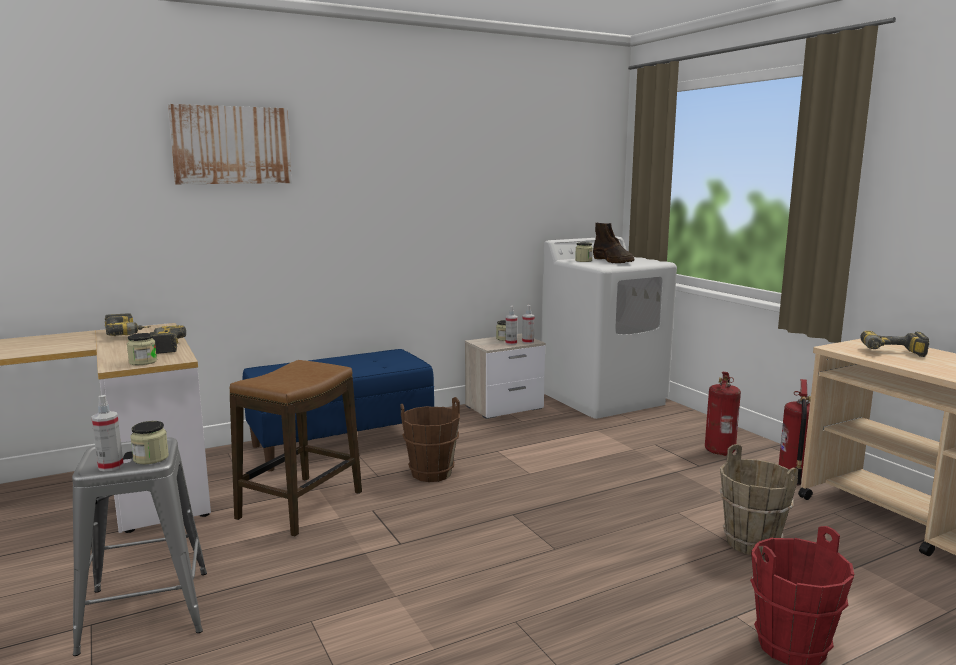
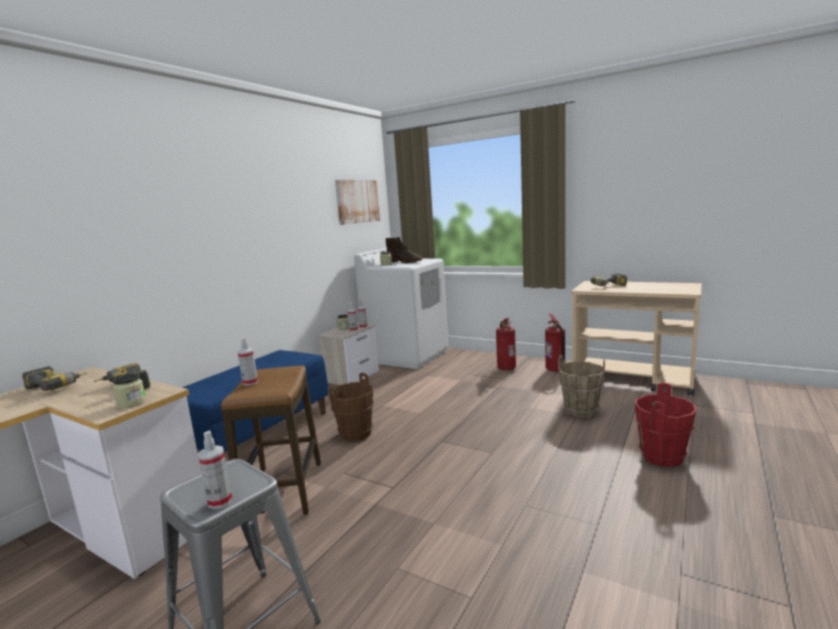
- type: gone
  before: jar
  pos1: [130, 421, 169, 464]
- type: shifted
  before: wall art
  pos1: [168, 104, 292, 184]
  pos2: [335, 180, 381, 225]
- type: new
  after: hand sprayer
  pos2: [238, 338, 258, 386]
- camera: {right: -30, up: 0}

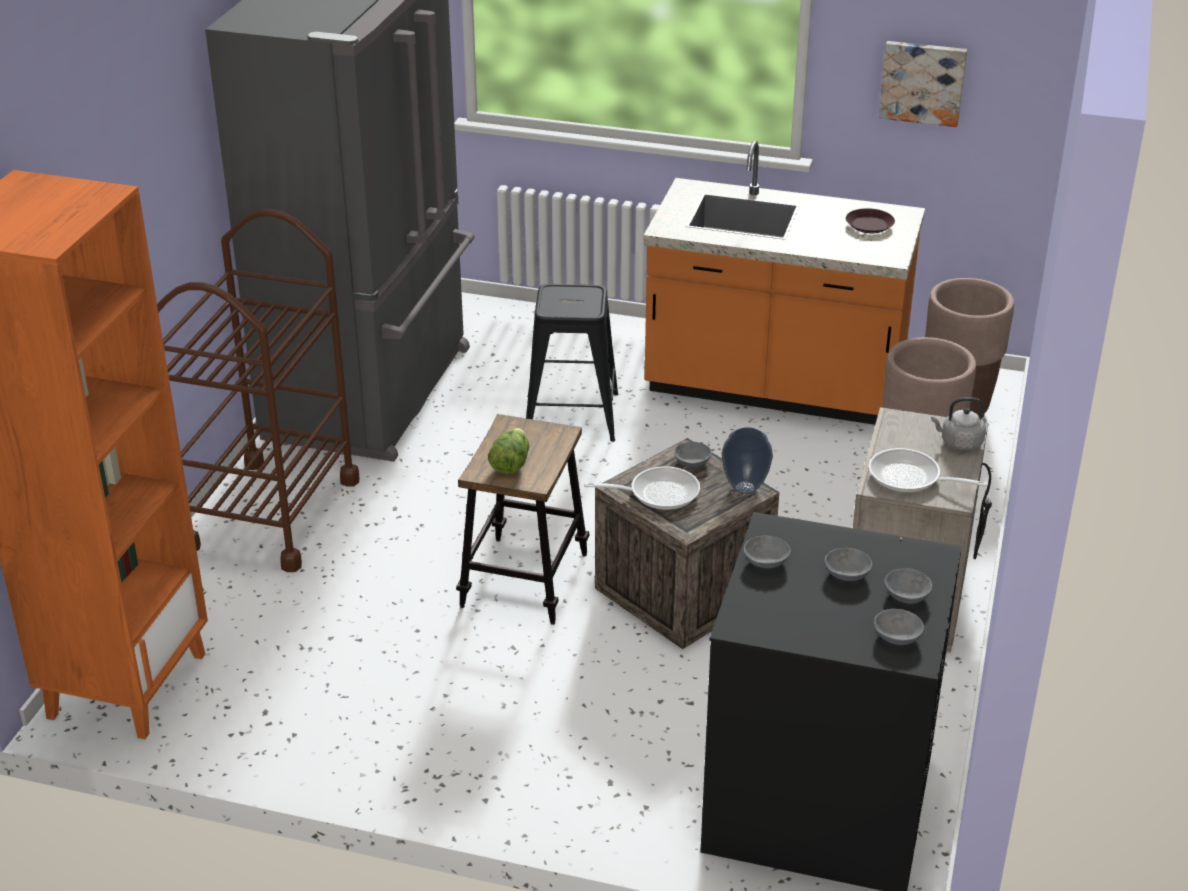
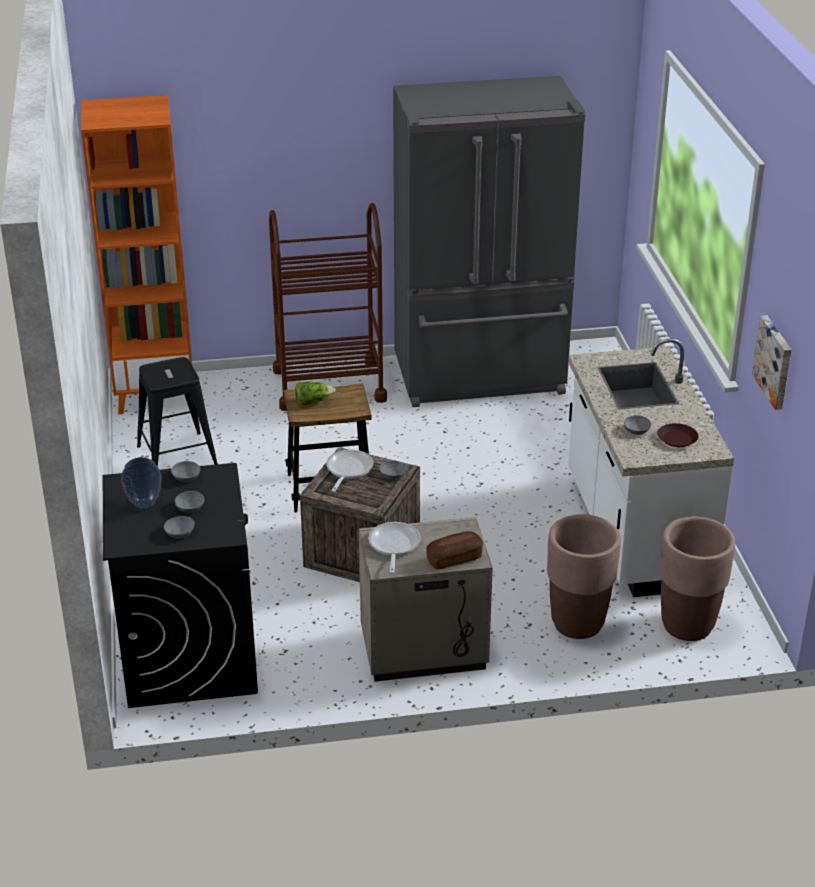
- type: shifted
  before: sitting stool (blackish)
  pos1: [526, 284, 618, 442]
  pos2: [137, 357, 218, 466]
- type: rotated
  before: frying pan
  pos1: [584, 466, 700, 510]
  pos2: [326, 450, 374, 492]
  turn: -135
- type: repainted
  before: kitchen base unit (orange)
  after: kitchen base unit (whitish)
  pos1: [643, 140, 925, 425]
  pos2: [568, 338, 734, 597]
- type: shifted
  before: flower vase
  pos1: [722, 428, 773, 494]
  pos2: [121, 457, 162, 509]
- type: shifted
  before: bowl (grey)
  pos1: [874, 609, 924, 645]
  pos2: [624, 415, 651, 435]
- type: swapped
  before: kettle (grey)
  after: bakery bread
  pos1: [931, 398, 986, 450]
  pos2: [426, 531, 483, 569]
- camera: {right: 65, up: 0}

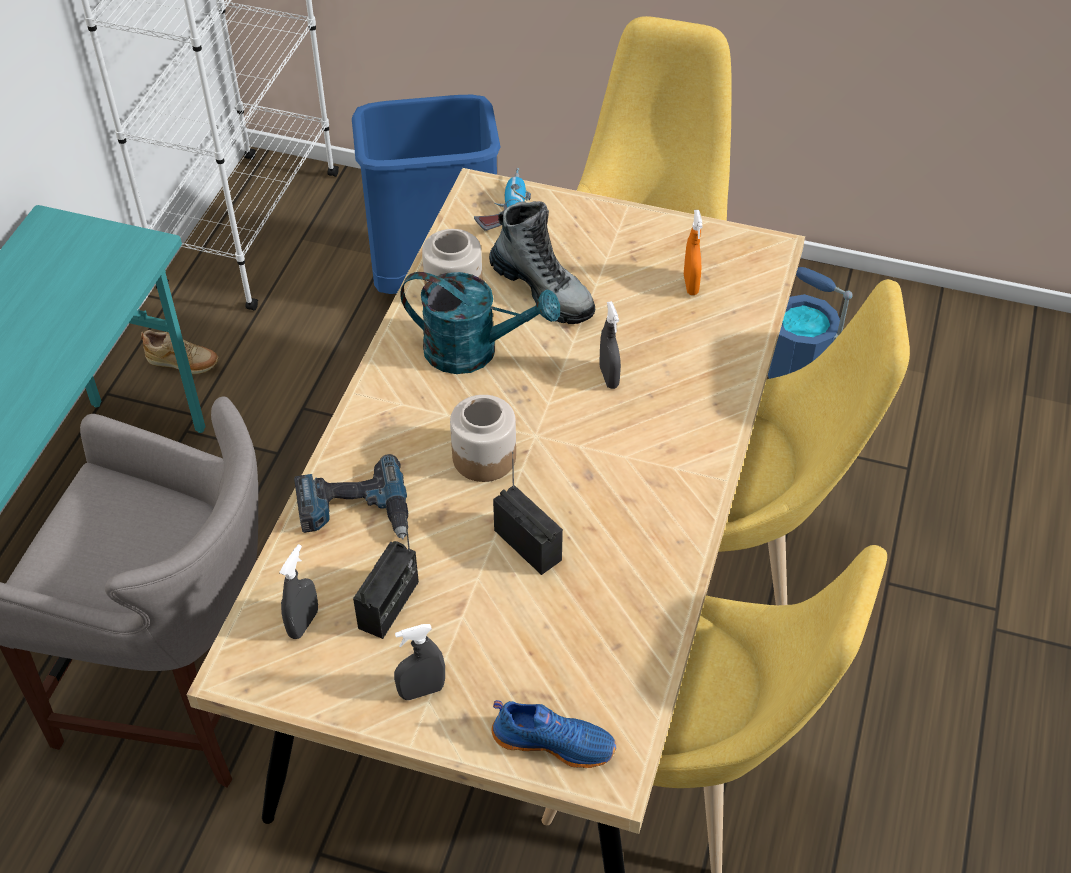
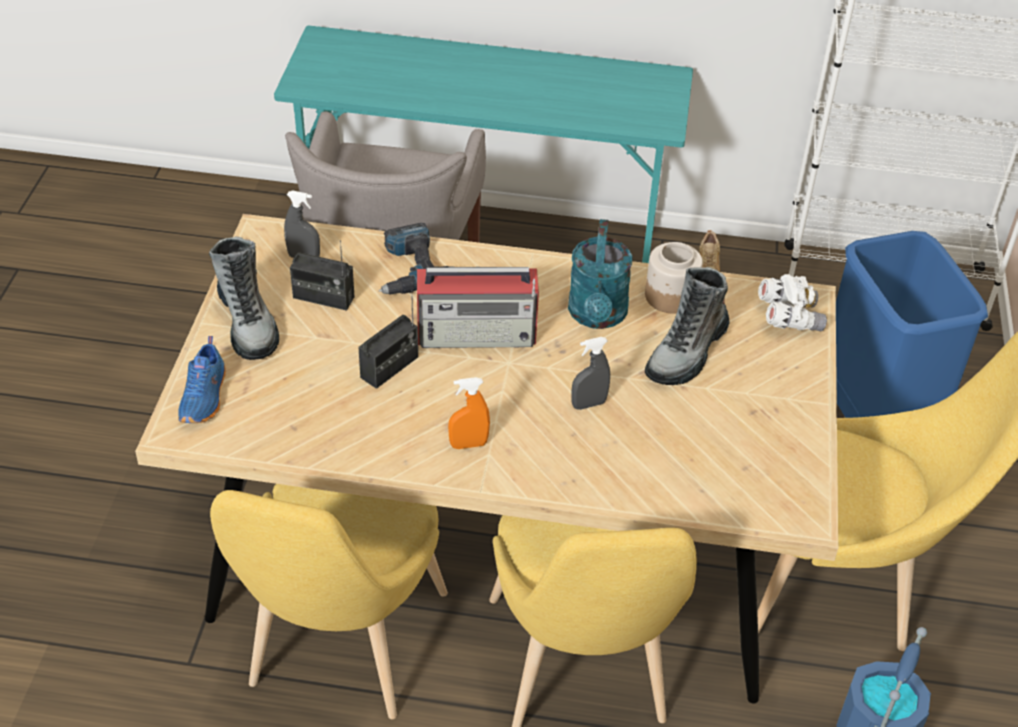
- type: swapped
  before: hand sprayer (grey)
  after: tall boot
  pos1: [394, 624, 445, 700]
  pos2: [209, 237, 279, 360]
- type: swapped
  before: jar
  after: radio receiver
  pos1: [450, 395, 516, 482]
  pos2: [417, 267, 539, 348]
- type: swapped
  before: electric drill
  after: field glasses (whitish)
  pos1: [474, 168, 531, 231]
  pos2: [758, 274, 827, 331]
- type: shifted
  before: hand sprayer (orange)
  pos1: [684, 210, 703, 295]
  pos2: [448, 377, 490, 449]
- camera: {right: 80, up: -5}

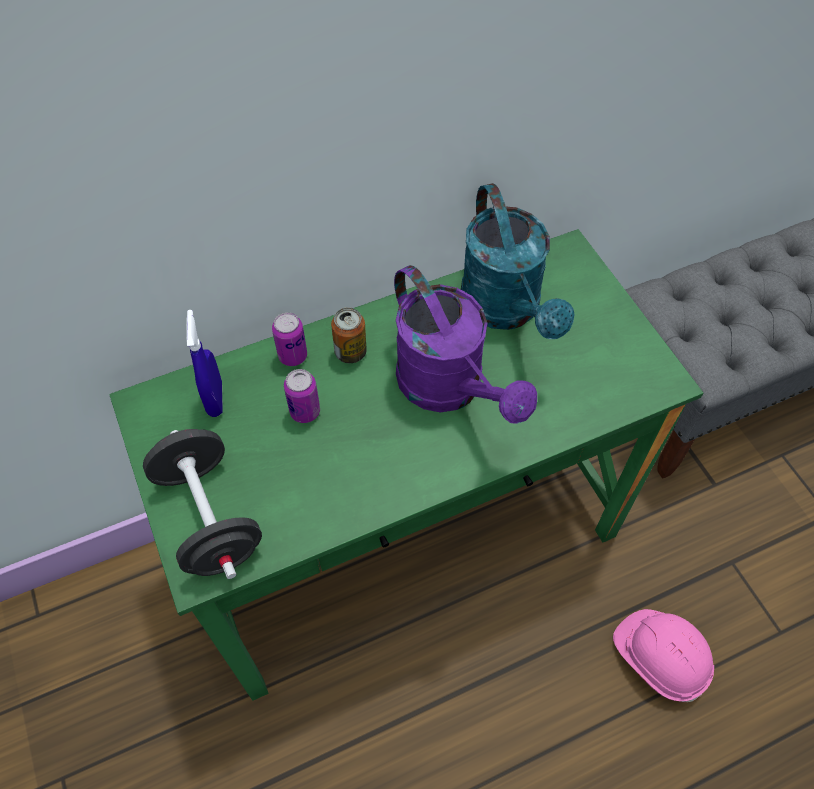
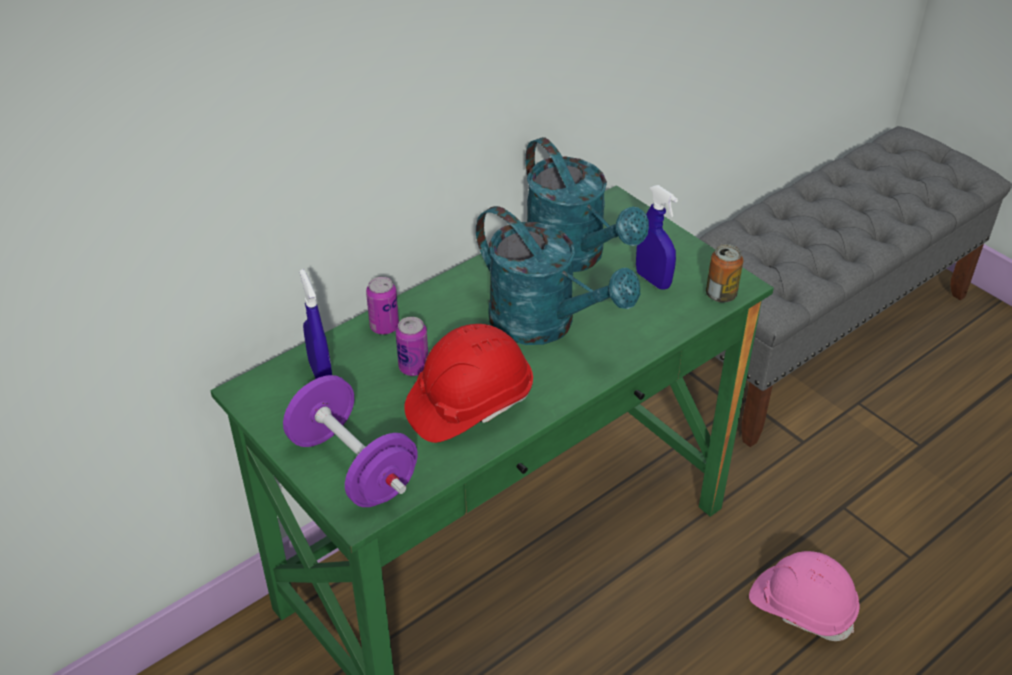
- type: repainted
  before: dumbbell (blackish)
  after: dumbbell (purple-coloured)
  pos1: [143, 429, 262, 579]
  pos2: [283, 375, 418, 507]
- type: shifted
  before: sealed can
  pos1: [331, 307, 367, 363]
  pos2: [706, 244, 743, 302]
- type: repainted
  before: watering pot (purple-coloured)
  after: watering pot (turquoise)
  pos1: [394, 265, 537, 424]
  pos2: [476, 206, 640, 345]
- type: new
  after: hard hat (red)
  pos2: [404, 324, 533, 443]
- type: new
  after: hand sprayer (blue)
  pos2: [636, 185, 678, 290]
- camera: {right: -15, up: -15}

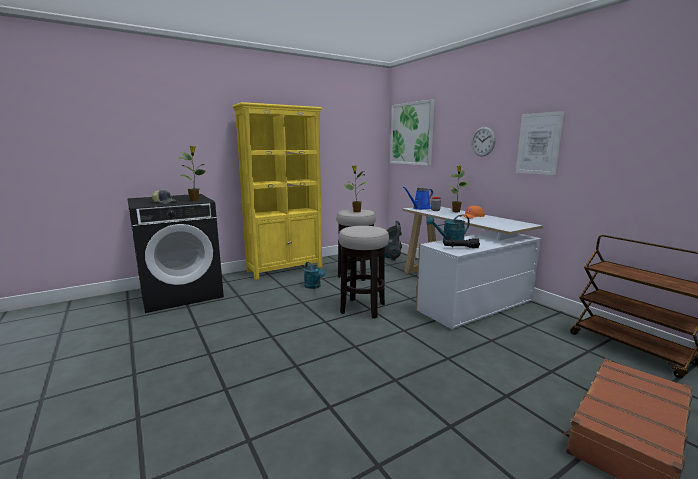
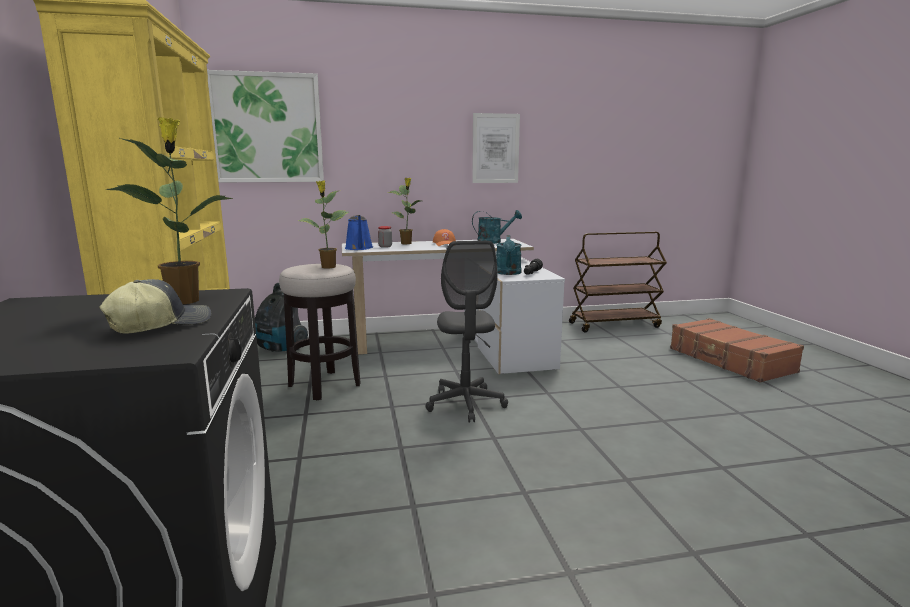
- type: shifted
  before: watering pot (turquoise)
  pos1: [304, 262, 326, 289]
  pos2: [472, 210, 522, 244]
- type: swapped
  before: sitting stool
  after: office chair (grey)
  pos1: [338, 226, 389, 318]
  pos2: [425, 241, 508, 423]
- type: gone
  before: wall clock
  pos1: [471, 127, 496, 156]
- camera: {right: -70, up: 0}

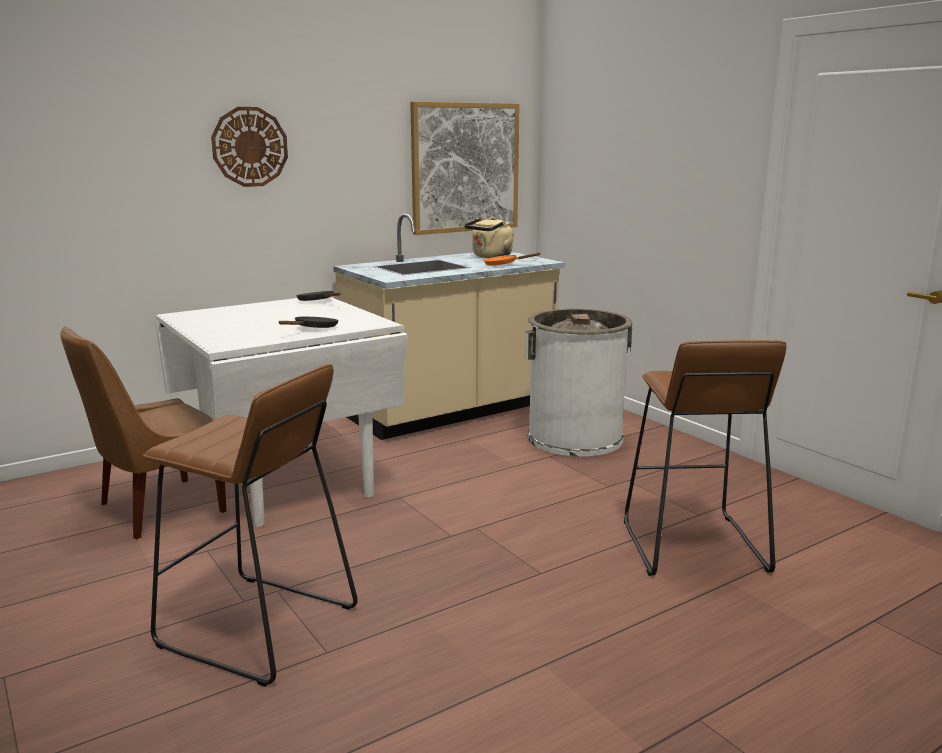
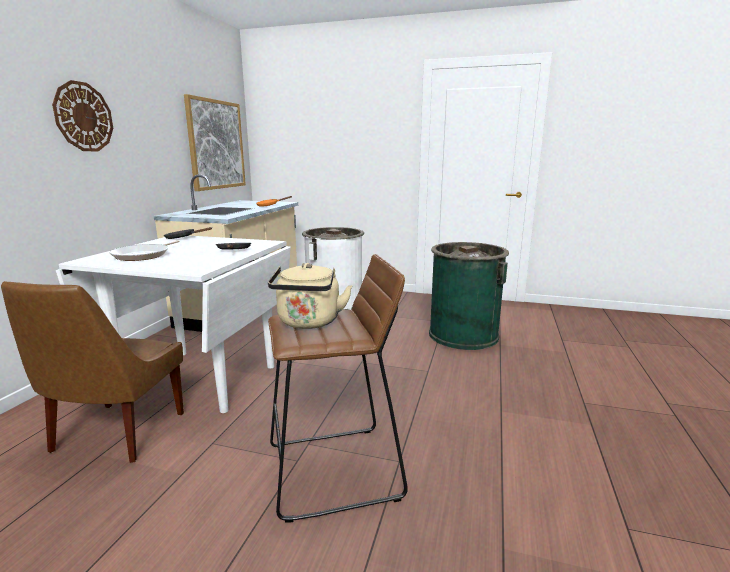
- type: shifted
  before: kettle (beige-coloured)
  pos1: [464, 217, 514, 258]
  pos2: [268, 263, 352, 329]
- type: swapped
  before: sitting stool (brown)
  after: trash can (green-coloured)
  pos1: [624, 340, 786, 576]
  pos2: [429, 242, 509, 350]
- type: new
  after: frying pan
  pos2: [109, 240, 180, 261]
- camera: {right: -40, up: 0}

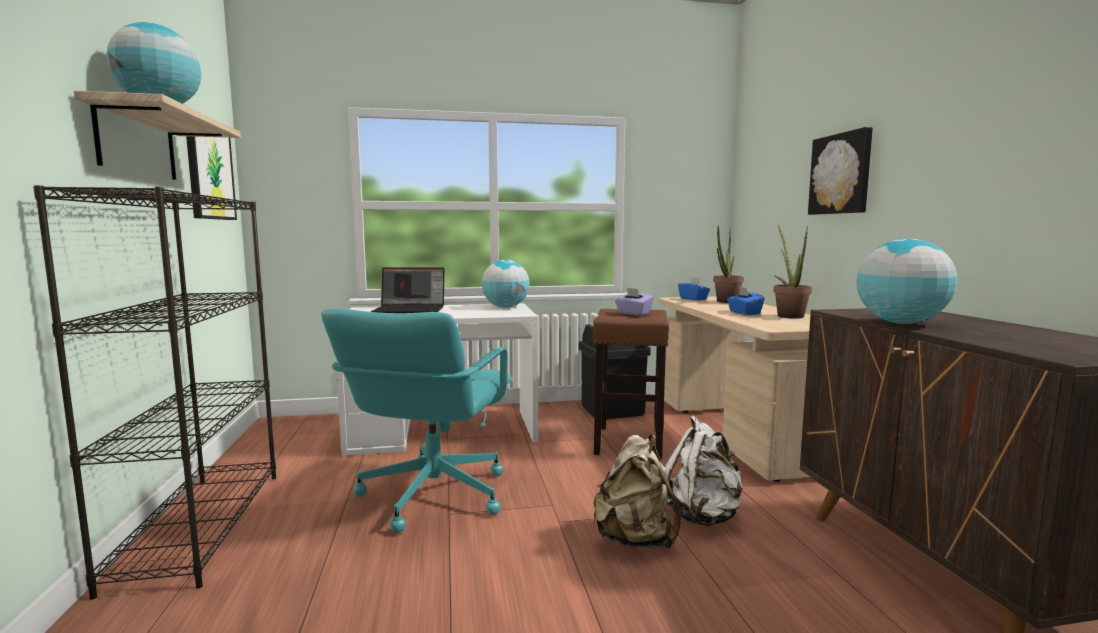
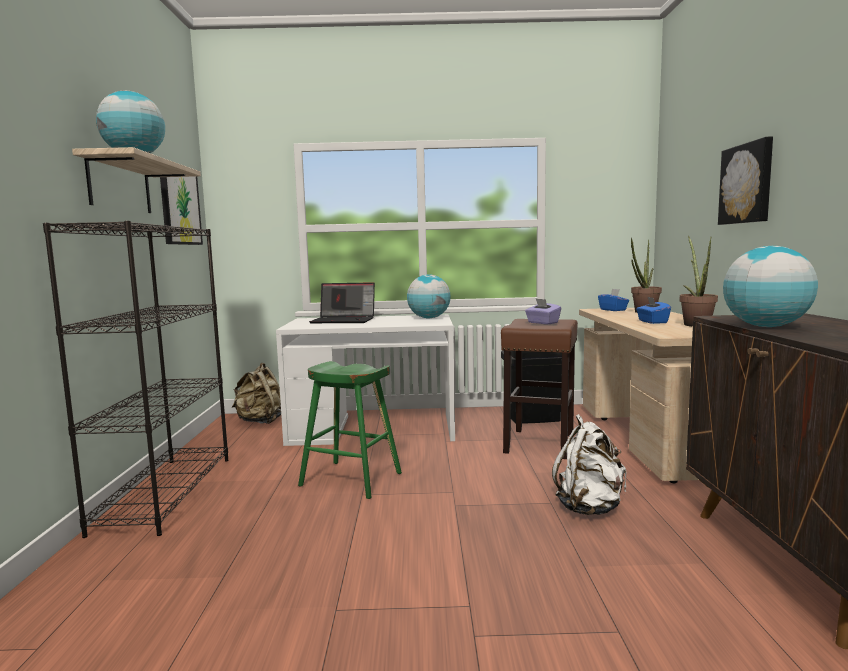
- type: swapped
  before: office chair (turquoise)
  after: sitting stool (green-coloured)
  pos1: [321, 308, 512, 533]
  pos2: [298, 361, 402, 499]
- type: shifted
  before: knapsack (beige-coloured)
  pos1: [593, 434, 681, 549]
  pos2: [232, 363, 281, 424]
- camera: {right: 10, up: 0}

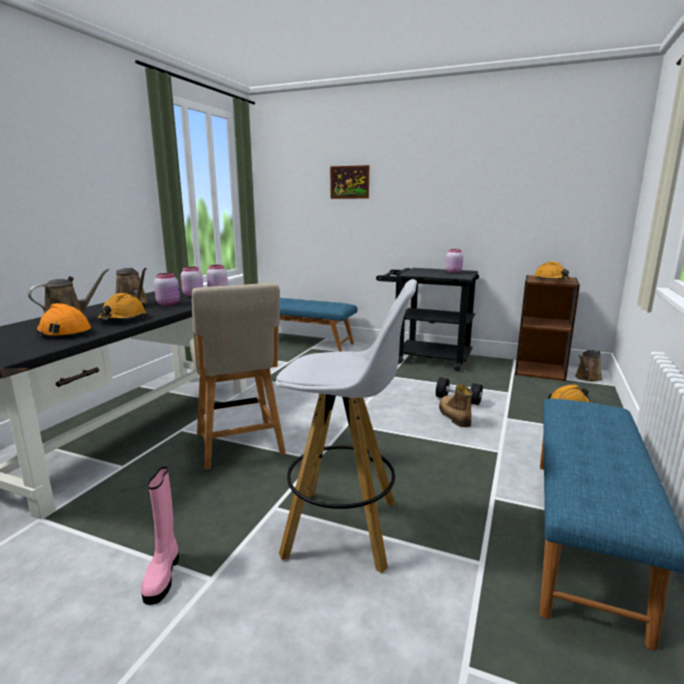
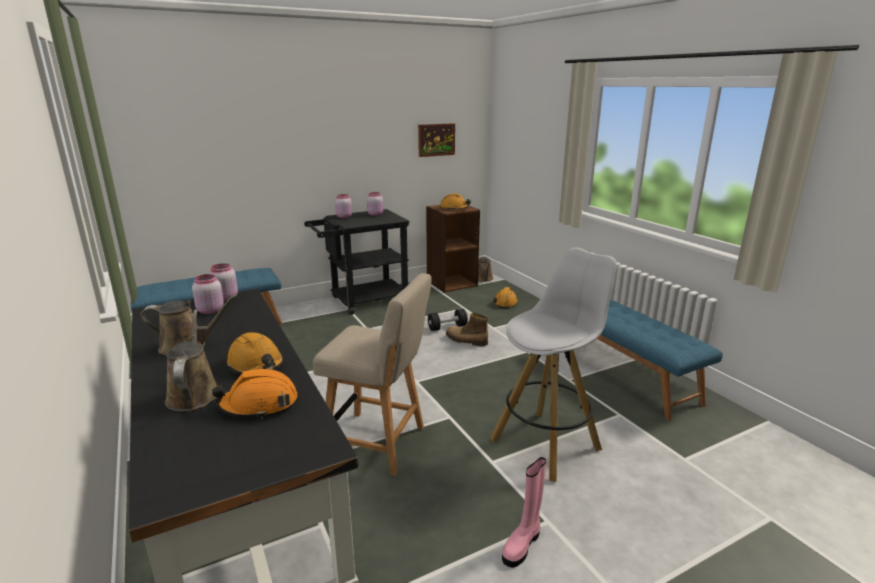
- type: rotated
  before: tall boot (pink)
  pos1: [141, 467, 179, 605]
  pos2: [502, 457, 546, 568]
  turn: 90
- type: shifted
  before: jar (pink)
  pos1: [154, 273, 180, 306]
  pos2: [335, 194, 352, 218]
- type: shifted
  before: wall art
  pos1: [330, 165, 369, 199]
  pos2: [418, 123, 455, 157]
- camera: {right: -50, up: 5}

